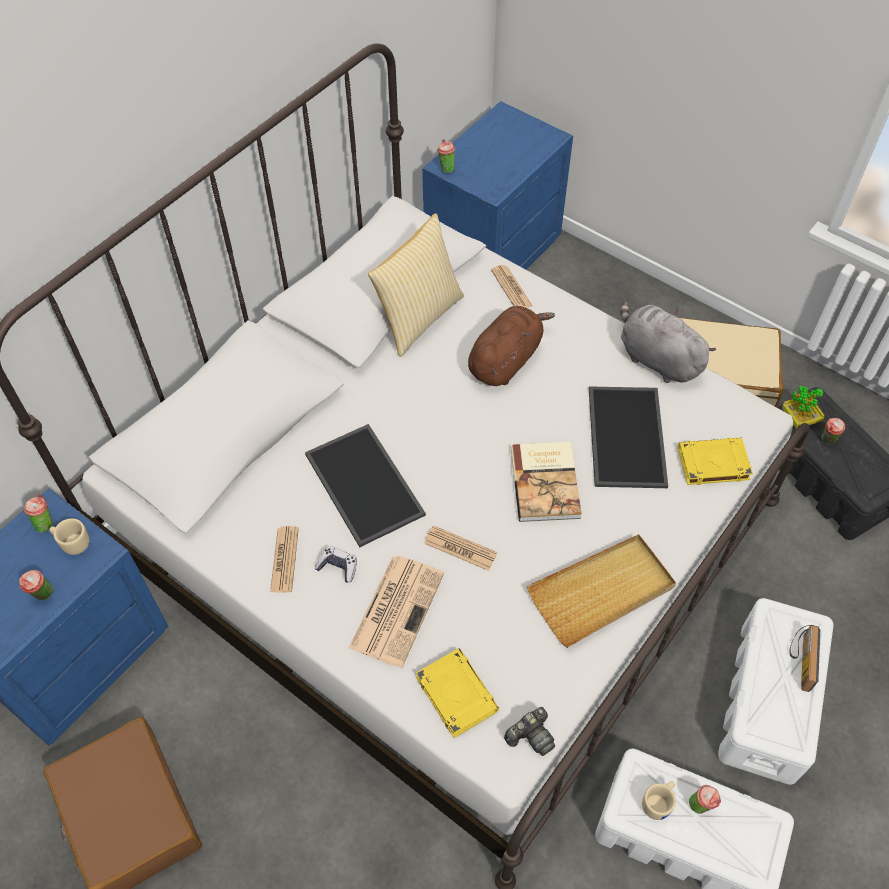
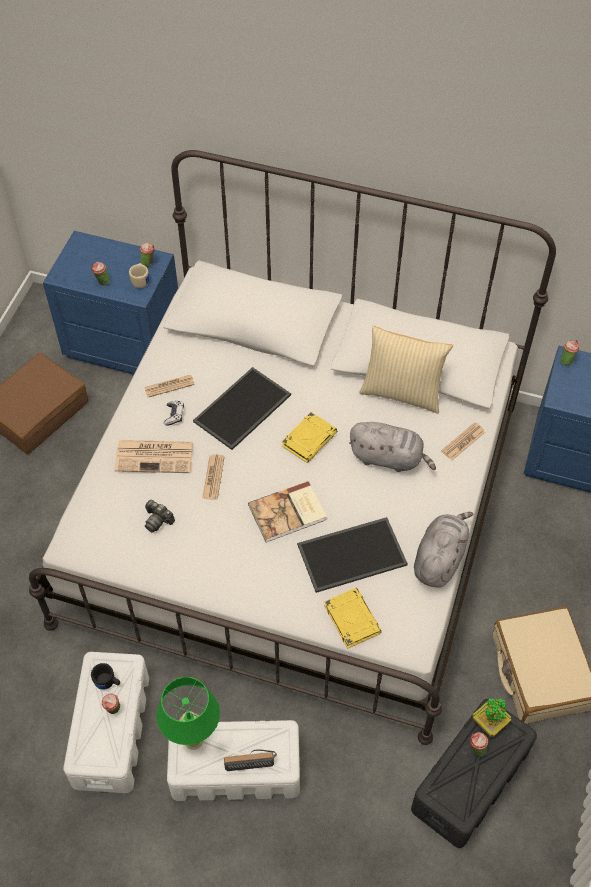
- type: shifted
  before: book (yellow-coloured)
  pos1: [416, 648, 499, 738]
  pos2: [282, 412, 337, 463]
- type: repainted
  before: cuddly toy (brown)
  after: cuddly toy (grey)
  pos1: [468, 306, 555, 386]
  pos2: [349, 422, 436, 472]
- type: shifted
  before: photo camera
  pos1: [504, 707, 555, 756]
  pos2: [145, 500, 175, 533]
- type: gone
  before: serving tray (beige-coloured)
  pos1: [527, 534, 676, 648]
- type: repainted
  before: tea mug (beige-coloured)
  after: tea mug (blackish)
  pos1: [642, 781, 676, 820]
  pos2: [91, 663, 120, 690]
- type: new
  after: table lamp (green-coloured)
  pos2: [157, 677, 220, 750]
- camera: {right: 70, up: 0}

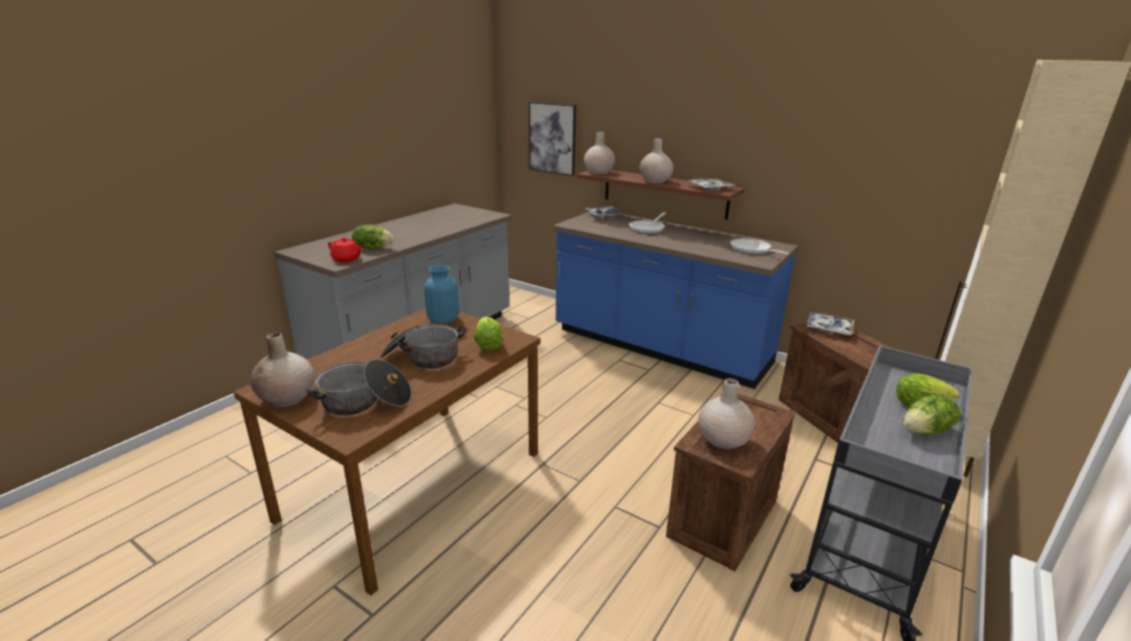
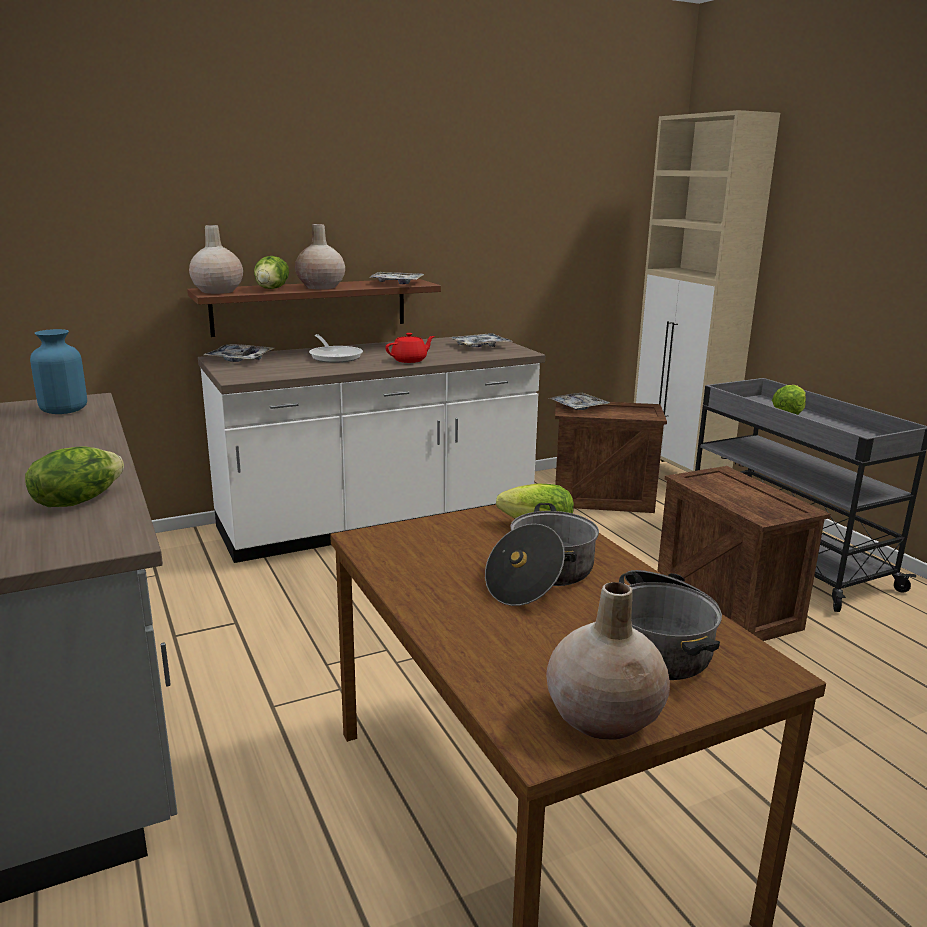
- type: shifted
  before: teapot (red)
  pos1: [328, 237, 362, 262]
  pos2: [385, 333, 435, 363]
- type: shifted
  before: flower vase (blue)
  pos1: [424, 265, 459, 324]
  pos2: [30, 329, 87, 414]
- type: gone
  before: wall art
  pos1: [529, 102, 576, 176]
- type: repainted
  before: kitchen base unit (blue)
  after: kitchen base unit (whitish)
  pos1: [553, 212, 798, 389]
  pos2: [198, 336, 545, 563]
- type: gone
  before: flower vase (beige-coloured)
  pos1: [698, 378, 755, 449]
- type: swapped
  before: frying pan
  after: serving tray
  pos1: [730, 238, 789, 255]
  pos2: [451, 333, 512, 347]
- type: shifted
  before: head of lettuce
  pos1: [903, 394, 961, 435]
  pos2: [254, 256, 289, 289]
- camera: {right: -60, up: -5}

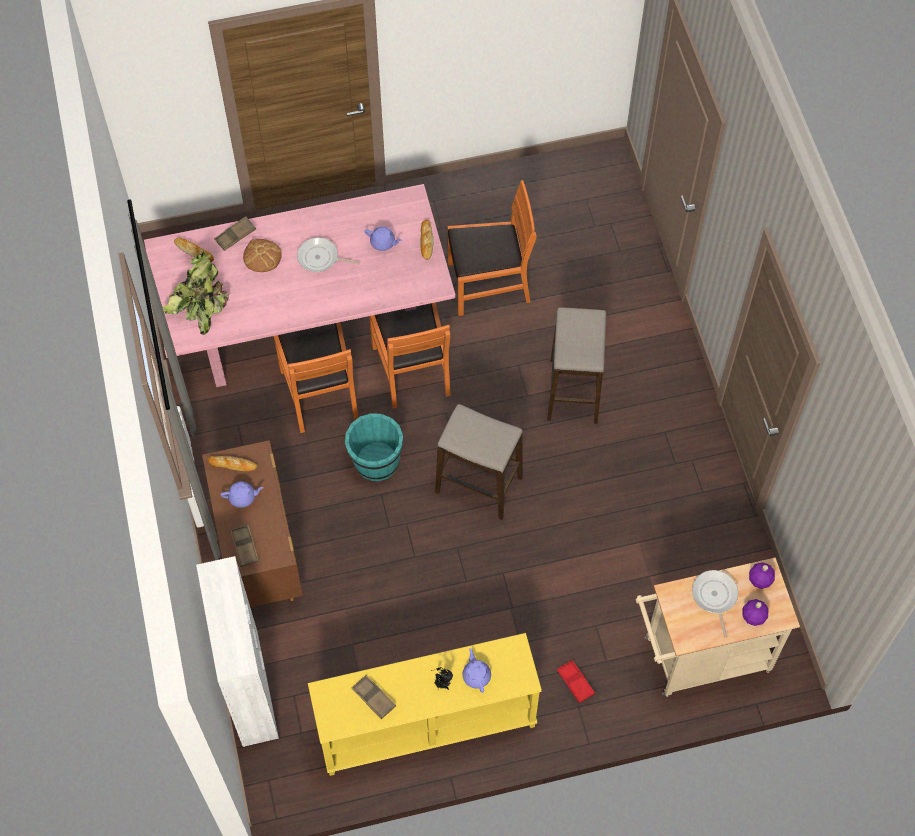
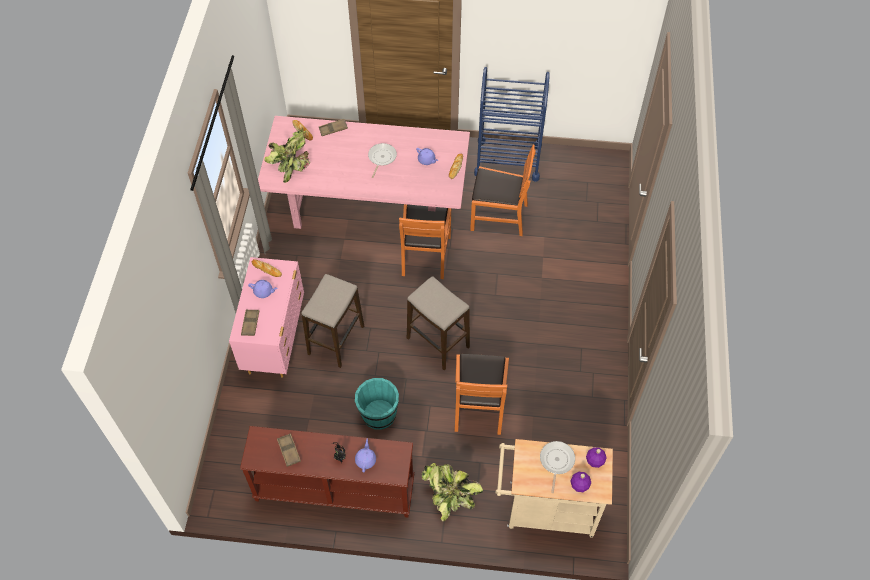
- type: gone
  before: cupboard (whitish)
  pos1: [196, 556, 279, 747]
- type: repainted
  before: dresser (brown)
  after: dresser (pink)
  pos1: [202, 440, 303, 608]
  pos2: [229, 257, 304, 378]
- type: gone
  before: bakery bread
  pos1: [243, 239, 282, 272]
- type: shifted
  before: plain chair (orange)
  pos1: [274, 322, 359, 433]
  pos2: [455, 354, 509, 435]
- type: rotated
  before: frying pan
  pos1: [297, 237, 360, 272]
  pos2: [368, 143, 397, 178]
  turn: 75
- type: repainted
  before: hall table (yellow-coloured)
  after: hall table (brown)
  pos1: [308, 633, 542, 776]
  pos2: [240, 426, 414, 517]
- type: shifted
  before: water bucket (turquoise)
  pos1: [345, 413, 403, 481]
  pos2: [355, 378, 399, 429]
- type: shifted
  before: sitting stool
  pos1: [547, 307, 606, 424]
  pos2: [301, 274, 364, 368]
- type: swapped
  before: serving tray (red)
  after: houseplant
  pos1: [557, 660, 595, 703]
  pos2: [422, 463, 483, 521]
- type: new
  after: trolley (blue)
  pos2: [474, 67, 550, 182]
- camera: {right: 20, up: -5}

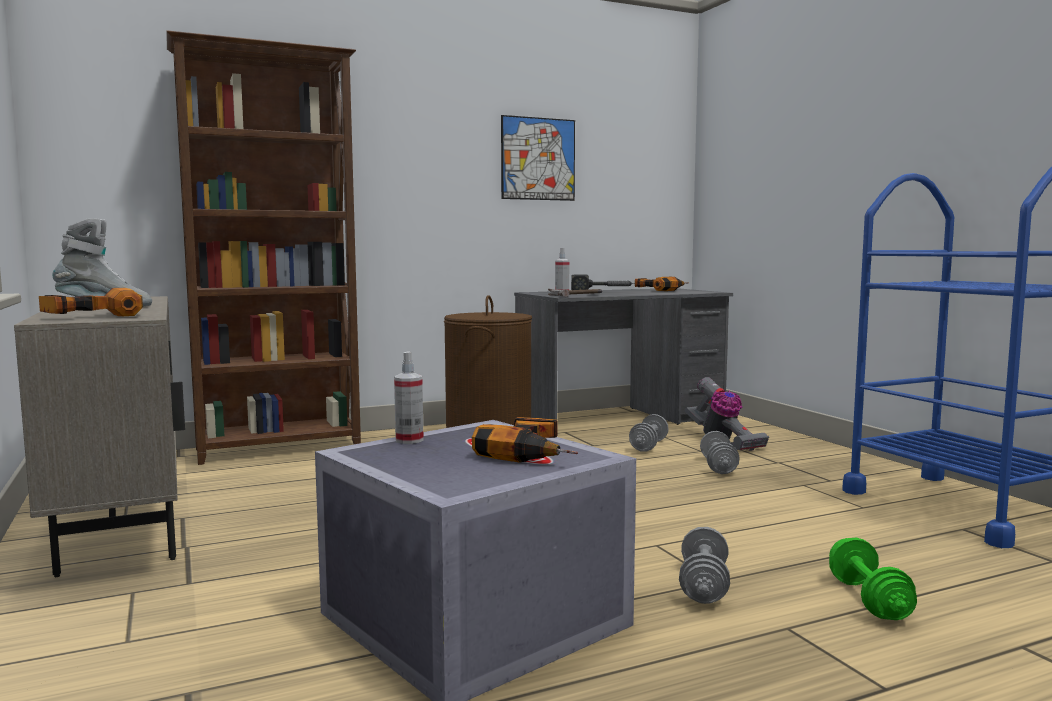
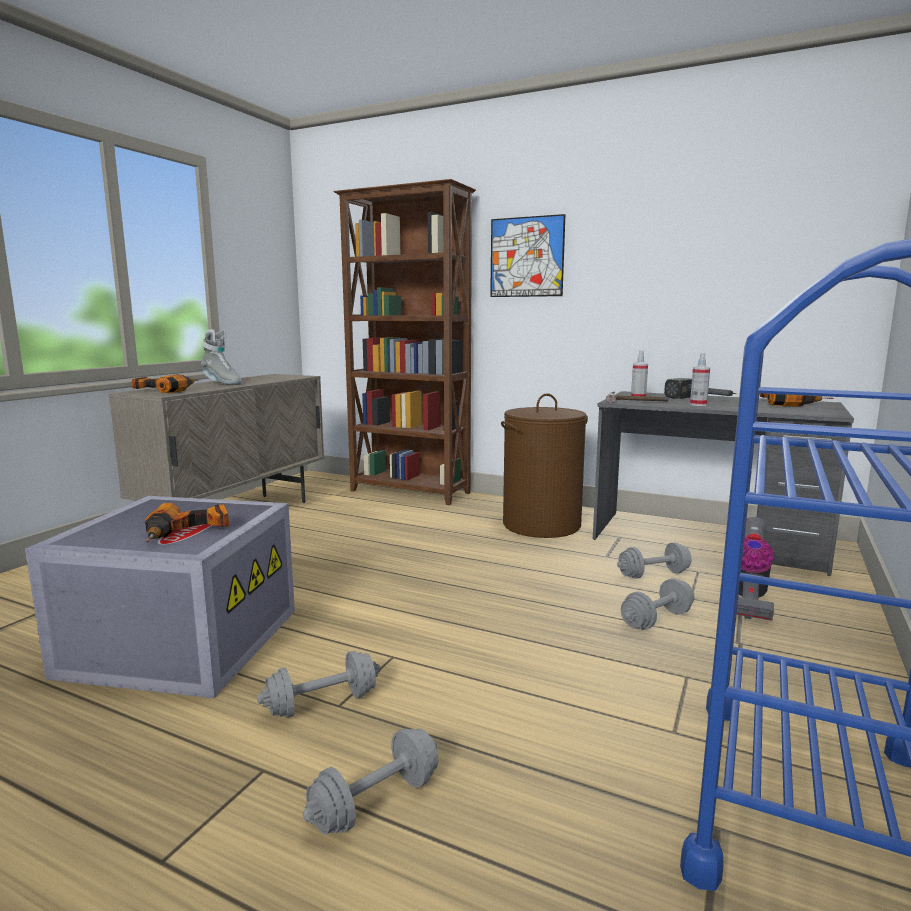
- type: shifted
  before: hand sprayer
  pos1: [394, 351, 424, 444]
  pos2: [690, 353, 710, 406]
- type: shifted
  before: wall art
  pos1: [501, 115, 575, 201]
  pos2: [490, 214, 565, 297]
- type: repainted
  before: dumbbell (green-coloured)
  after: dumbbell (grey)
  pos1: [829, 538, 917, 620]
  pos2: [303, 729, 439, 834]
- camera: {right: 50, up: 5}

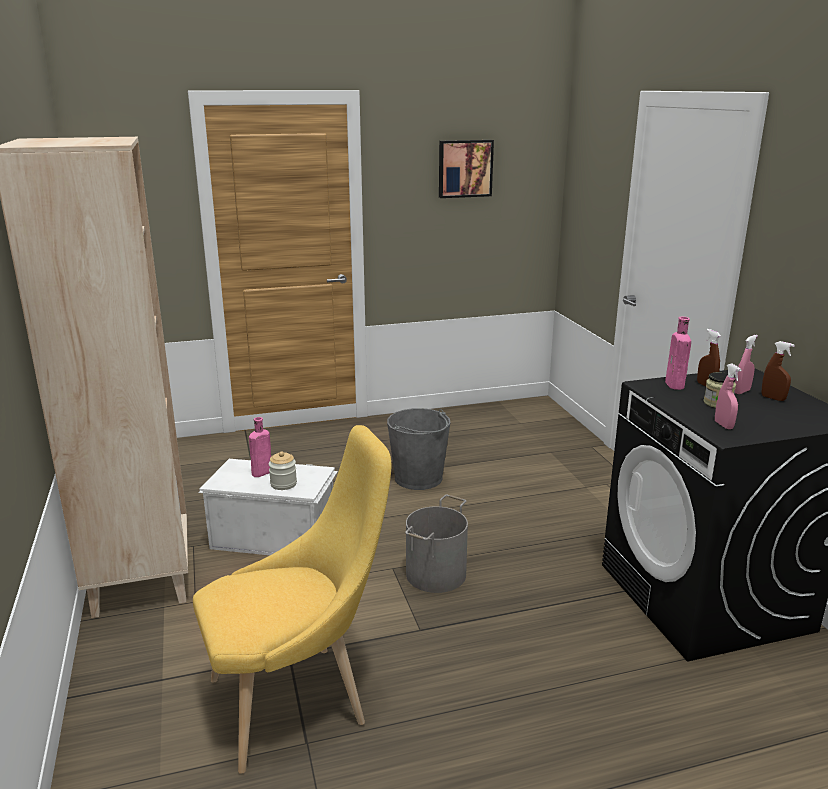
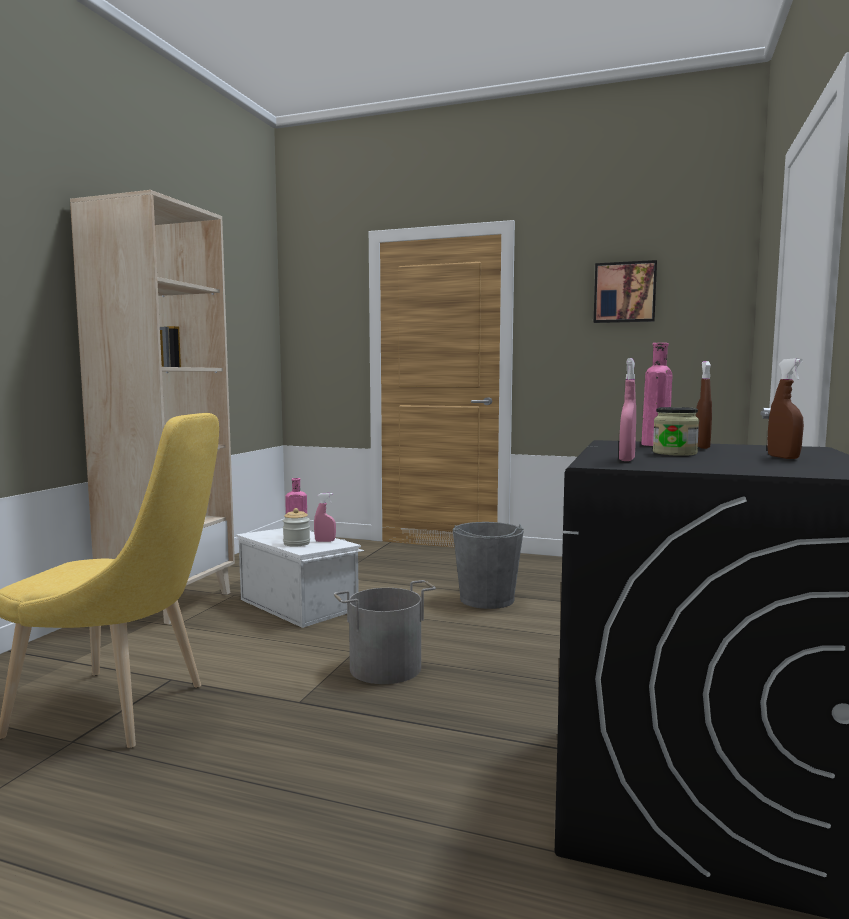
- type: shifted
  before: hand sprayer (pink)
  pos1: [735, 335, 758, 394]
  pos2: [314, 493, 336, 542]
- camera: {right: 35, up: -15}

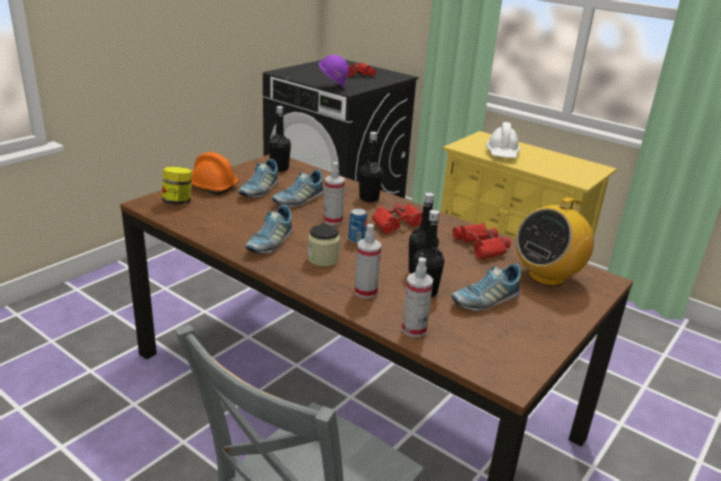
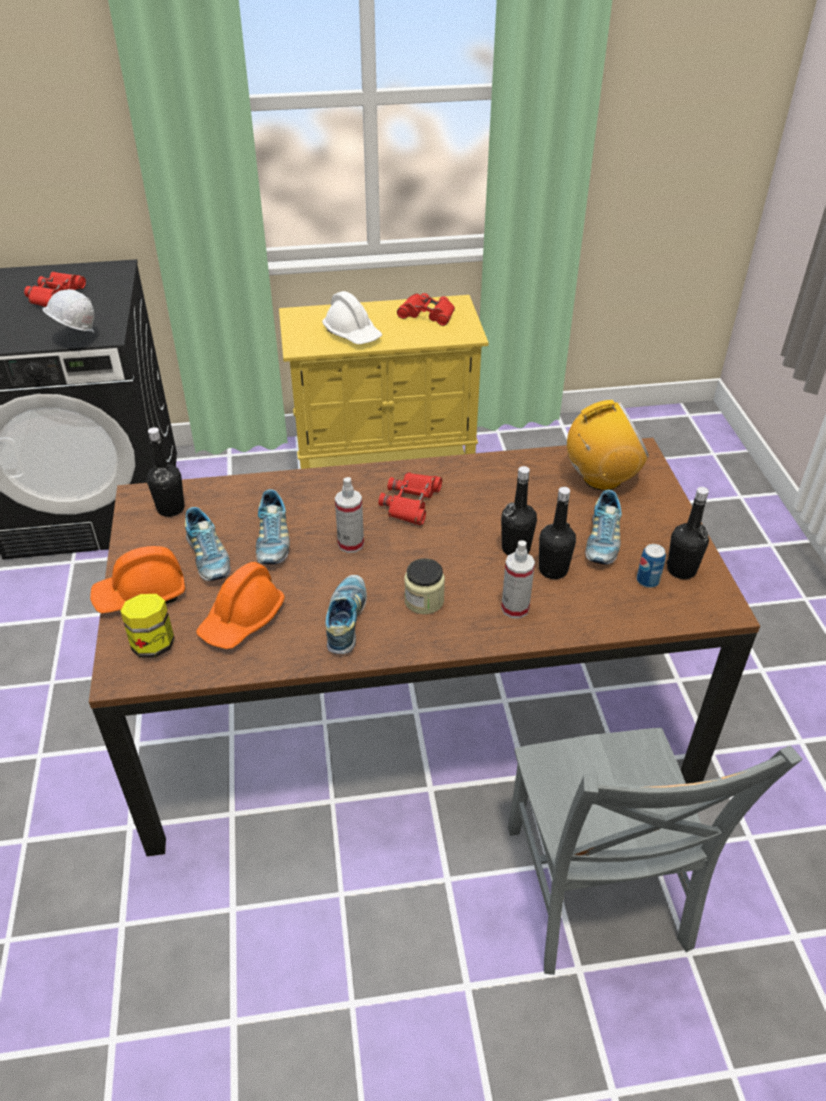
- type: rotated
  before: low shoe
  pos1: [245, 205, 293, 254]
  pos2: [325, 575, 367, 654]
  turn: -150
- type: repainted
  before: hard hat (purple-coloured)
  after: hard hat (whitish)
  pos1: [319, 55, 349, 89]
  pos2: [43, 289, 94, 333]
- type: shifted
  before: sealed can
  pos1: [348, 208, 367, 243]
  pos2: [637, 544, 666, 588]
- type: shifted
  before: bottle (blackish)
  pos1: [359, 132, 383, 202]
  pos2: [666, 487, 709, 579]
- type: gone
  before: hand sprayer
  pos1: [402, 257, 433, 337]
- type: shifted
  before: field glasses (red)
  pos1: [452, 223, 511, 260]
  pos2: [397, 293, 455, 326]
- type: rotated
  before: radio receiver
  pos1: [516, 197, 594, 286]
  pos2: [567, 400, 649, 491]
  turn: -105
- type: new
  after: hard hat (orange)
  pos2: [196, 562, 285, 649]
- camera: {right: -45, up: 15}

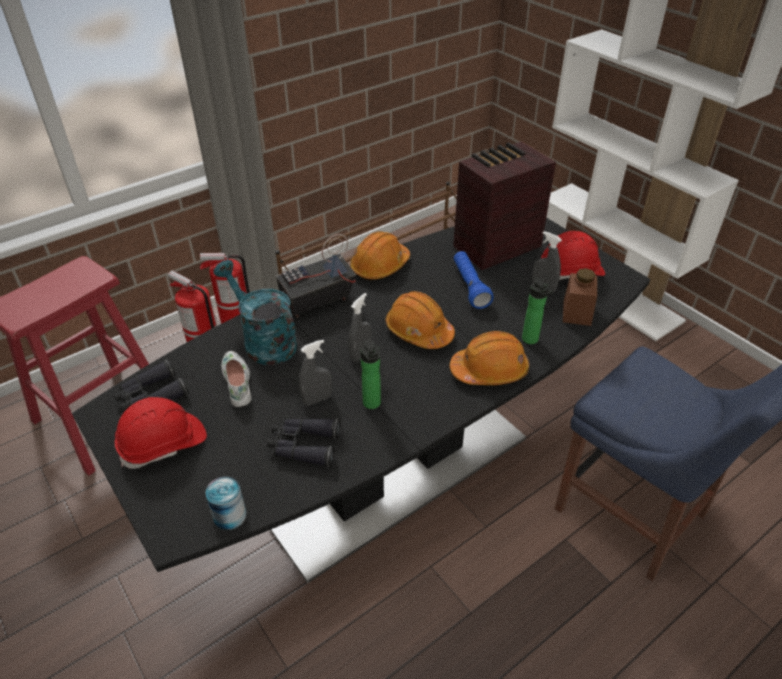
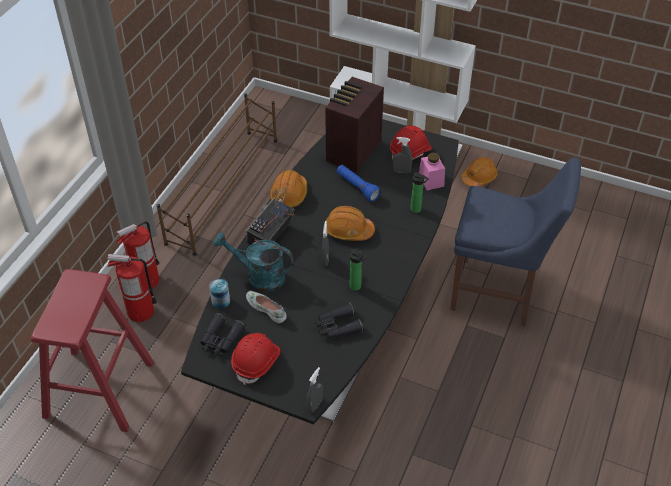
- type: shifted
  before: sealed can
  pos1: [205, 476, 247, 530]
  pos2: [209, 278, 230, 309]
- type: shifted
  before: hand sprayer (grey)
  pos1: [299, 340, 332, 406]
  pos2: [307, 367, 323, 413]
- type: shifted
  before: hard hat (orange)
  pos1: [450, 331, 529, 385]
  pos2: [461, 157, 498, 187]
- type: repainted
  before: jar (brown)
  after: jar (pink)
  pos1: [563, 268, 597, 326]
  pos2: [419, 153, 445, 190]
- camera: {right: -30, up: 5}

